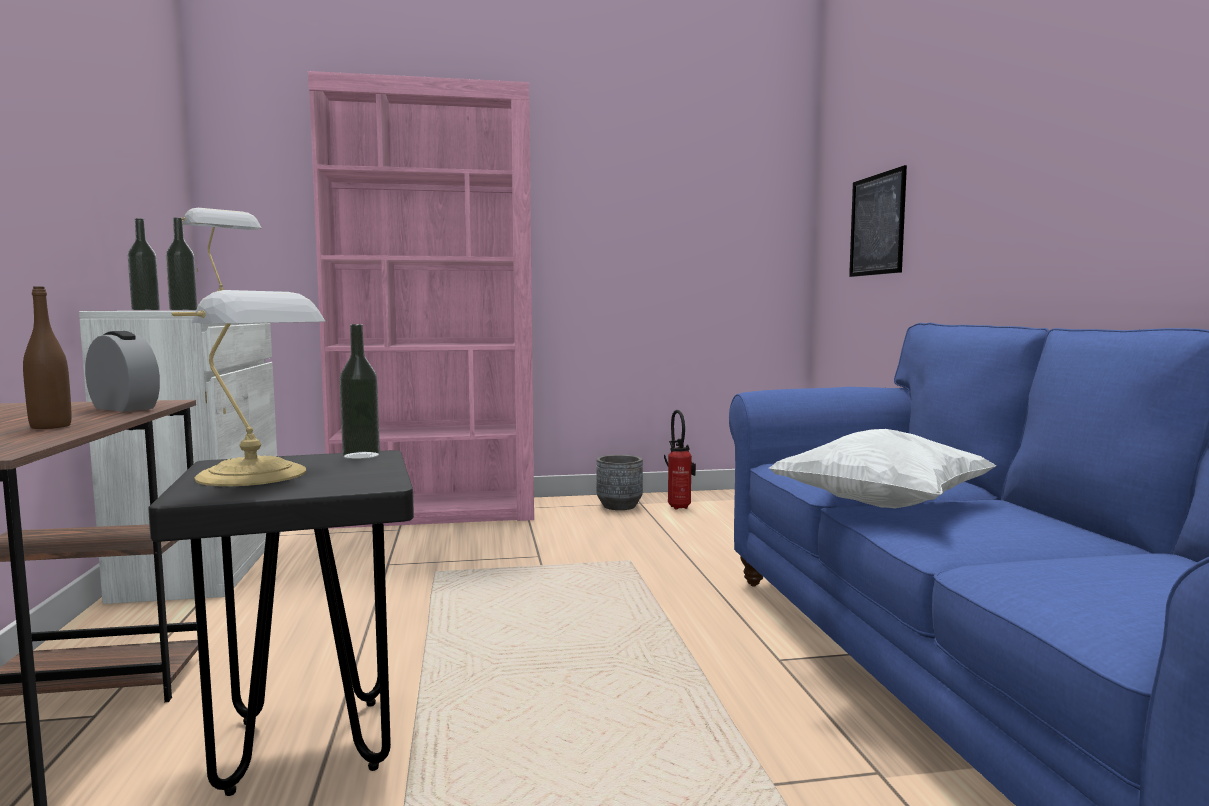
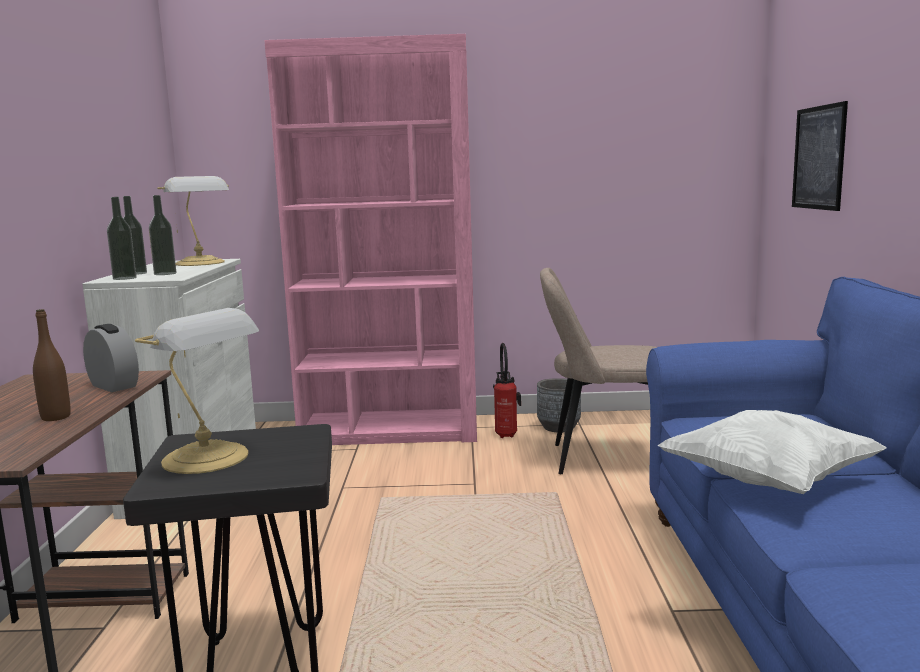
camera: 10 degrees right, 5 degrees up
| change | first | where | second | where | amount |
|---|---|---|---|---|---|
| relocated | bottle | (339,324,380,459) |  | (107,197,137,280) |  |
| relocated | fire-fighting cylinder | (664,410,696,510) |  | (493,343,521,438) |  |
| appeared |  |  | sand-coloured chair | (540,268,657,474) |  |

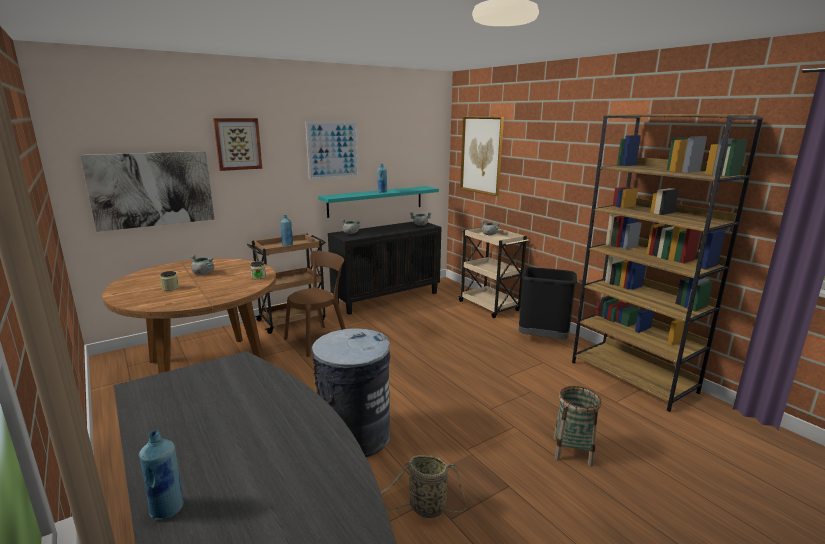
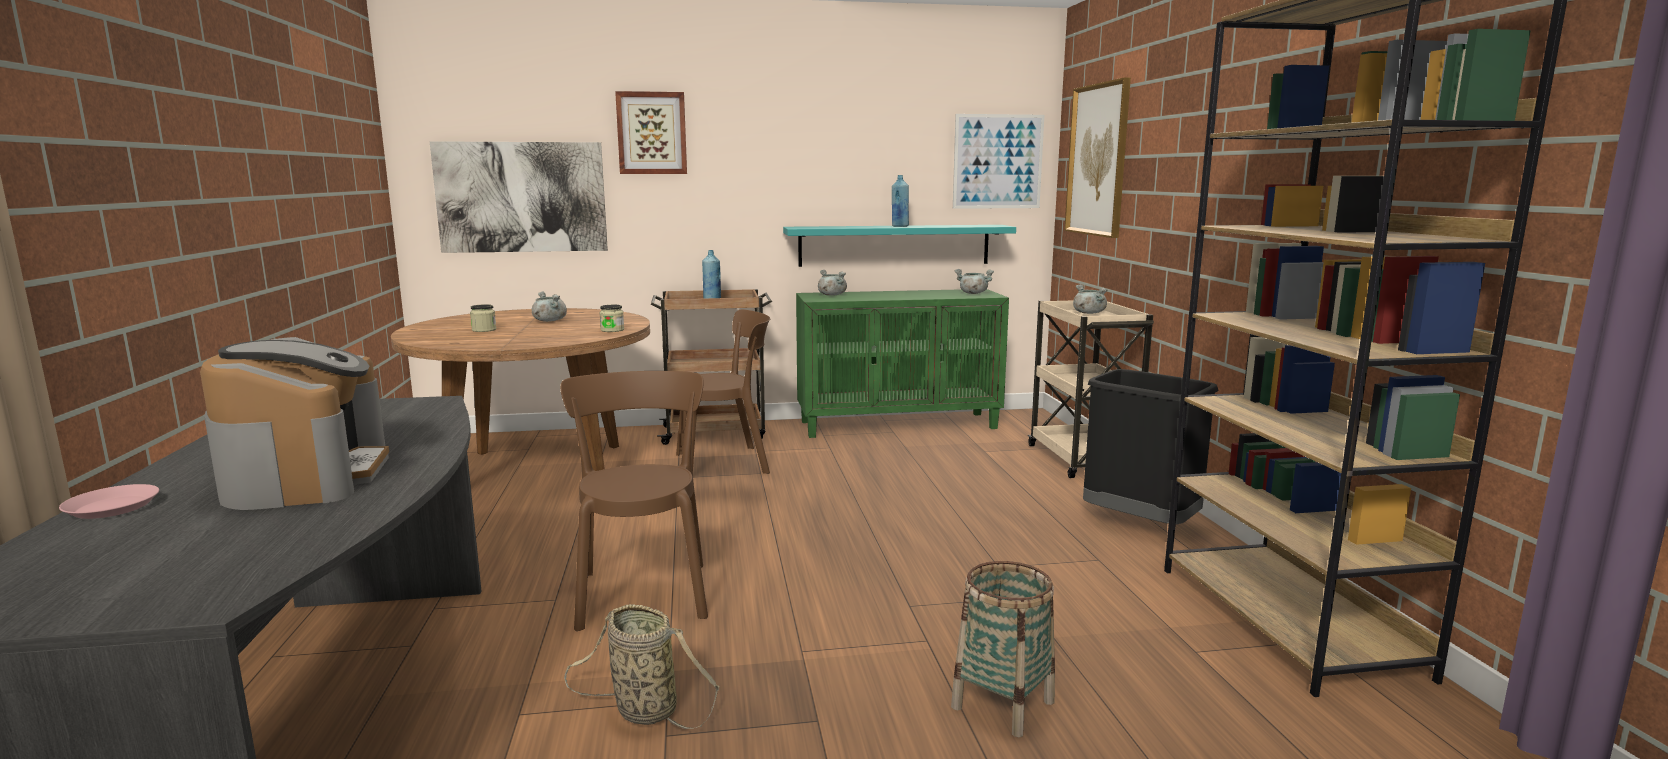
camera: 25 degrees right, 5 degrees down
| change | first | where | second | where | amount |
|---|---|---|---|---|---|
| exchanged | blue-coloured bottle | (139,431,183,520) | pink dinner plate | (59,484,159,519) |  |
| appeared |  |  | coffee machine | (200,337,389,510) |  |
| exchanged | greyish rubbish bin | (311,328,390,457) | brown chair | (560,371,708,631) |  |
| colour | blackish storage cabinet | (328,221,441,315) | green-coloured storage cabinet | (796,289,1009,438) |  |
| relocated | wall picture | (305,121,359,180) |  | (953,114,1045,209) |  |

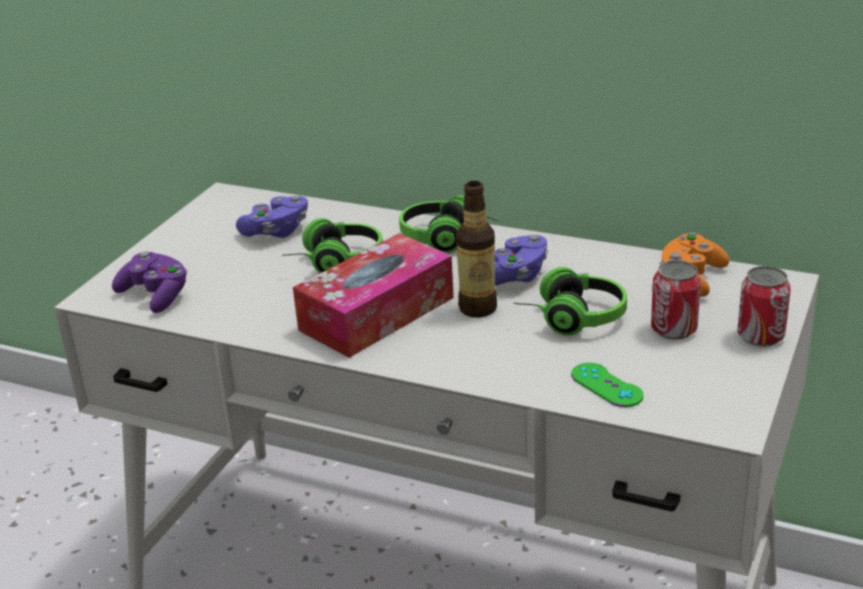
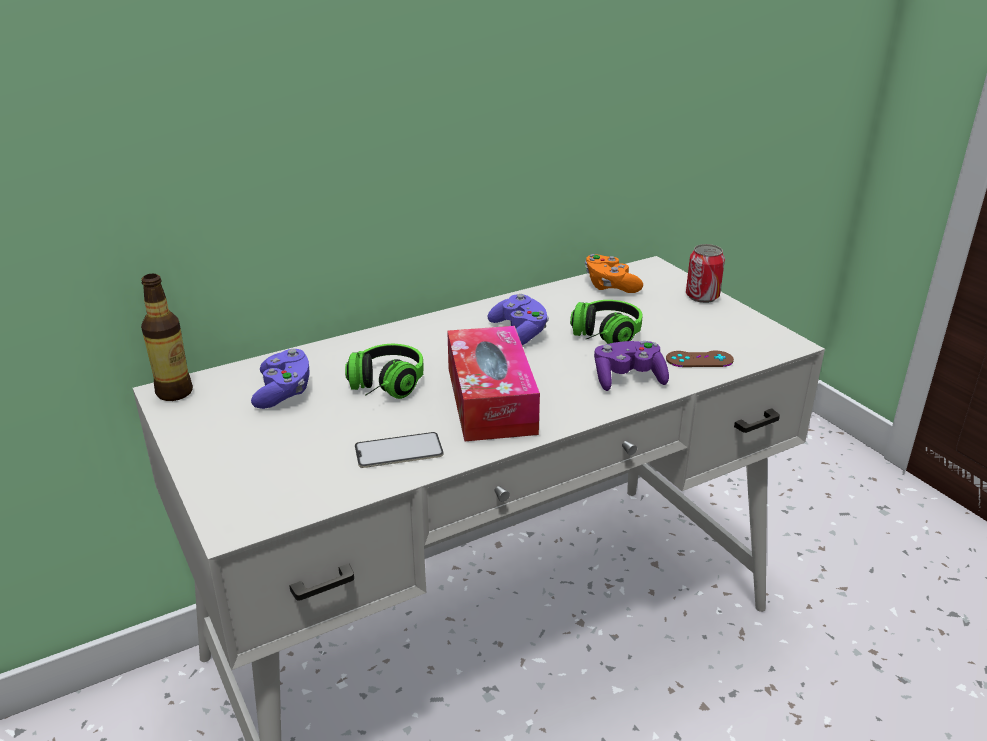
camera: 55 degrees left, 0 degrees up
| change | first | where | second | where | amount |
|---|---|---|---|---|---|
| relocated | bottle | (456,181,497,317) |  | (141,274,193,401) |  |
| appeared |  |  | phone | (355,432,444,468) |  |
| relocated | purple game controller | (112,251,187,313) |  | (594,341,669,391) |  |
| colour | green-coloured game controller | (571,363,644,407) | brown game controller | (666,351,734,367) |  |
| missing | headphones | (399,194,499,254) |  |  |  |
| missing | can | (651,260,701,340) |  |  |  |

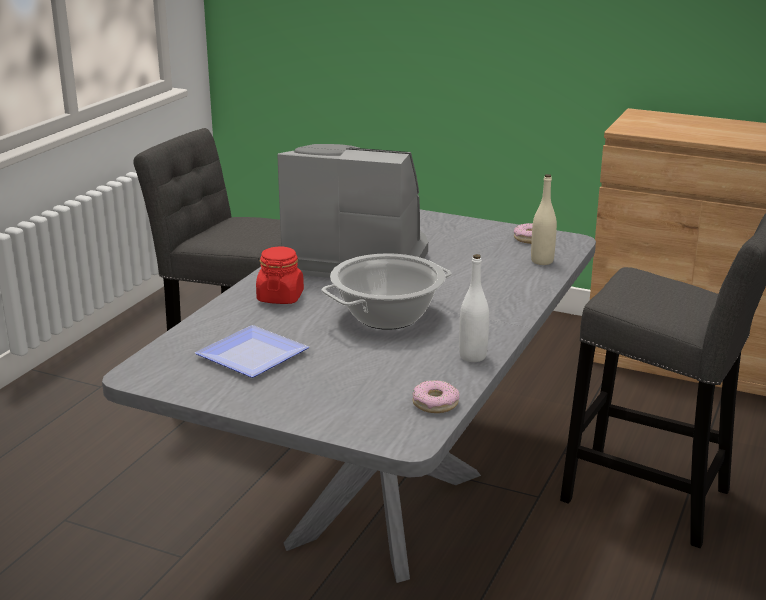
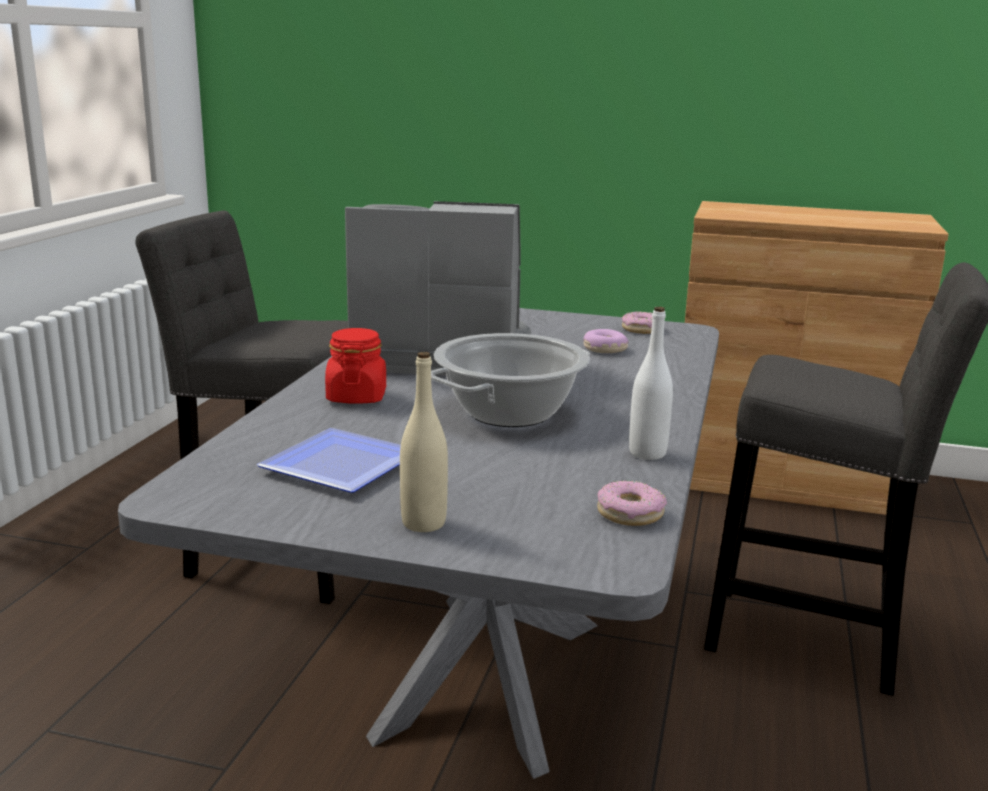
camera: 10 degrees left, 5 degrees down
| change | first | where | second | where | amount |
|---|---|---|---|---|---|
| relocated | sand-coloured bottle | (531,174,557,265) |  | (400,352,448,532) |  |
| appeared |  |  | ring doughnut | (583,329,629,353) |  |

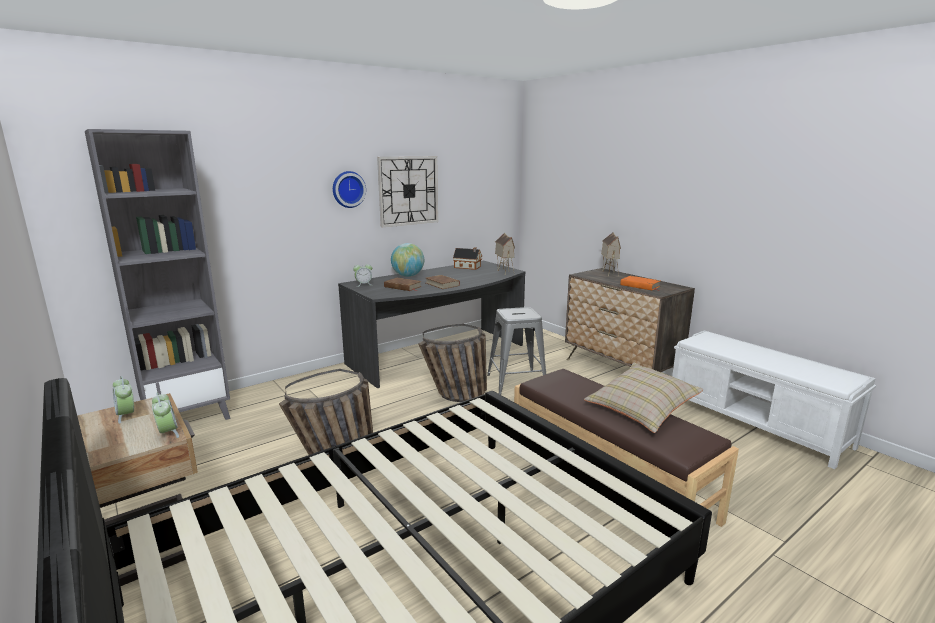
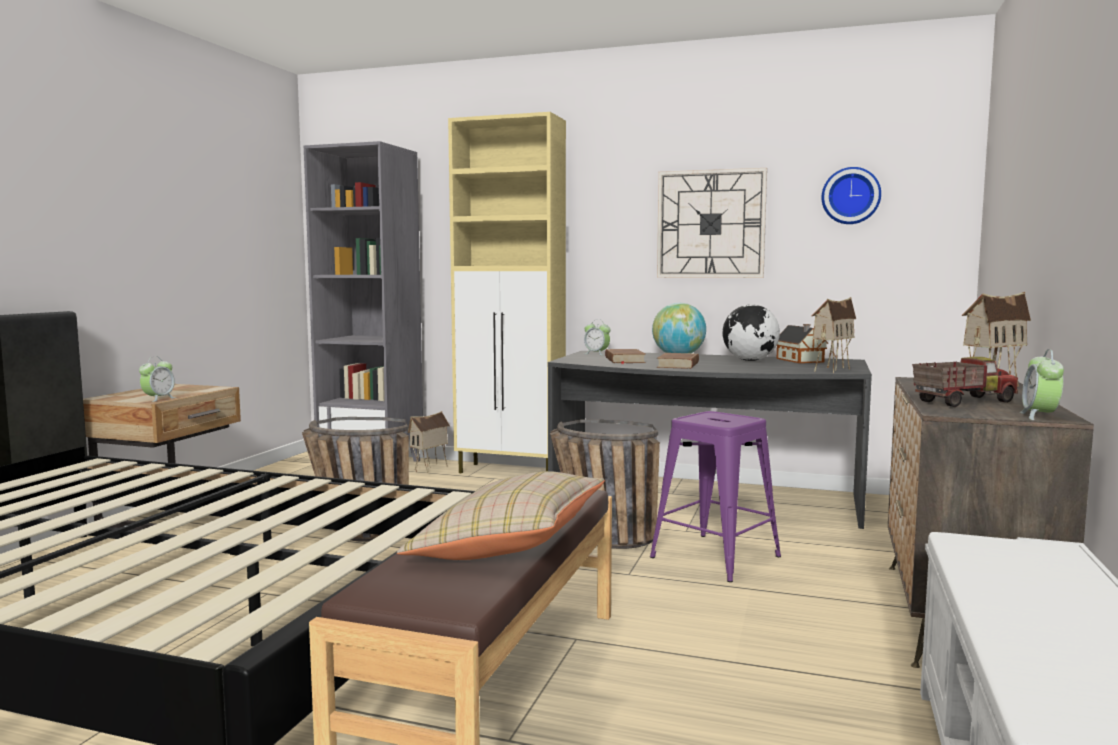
camera: 55 degrees right, 10 degrees down
| change | first | where | second | where | amount |
|---|---|---|---|---|---|
| appeared |  |  | model house | (408,411,450,473) |  |
| appeared |  |  | sand-coloured storage cabinet | (448,112,566,473) |  |
| colour | greyish stool | (487,307,546,395) | purple stool | (650,411,781,582) |  |
| appeared |  |  | globe | (723,304,780,361) |  |
| relocated | wall clock | (333,171,366,208) |  | (822,167,881,224) |  |
| exchanged | orangey bound book | (620,276,661,291) | toy truck | (912,357,1018,407) |  |
| relocated | bedside clock | (113,376,134,424) |  | (1020,349,1064,420) |  |

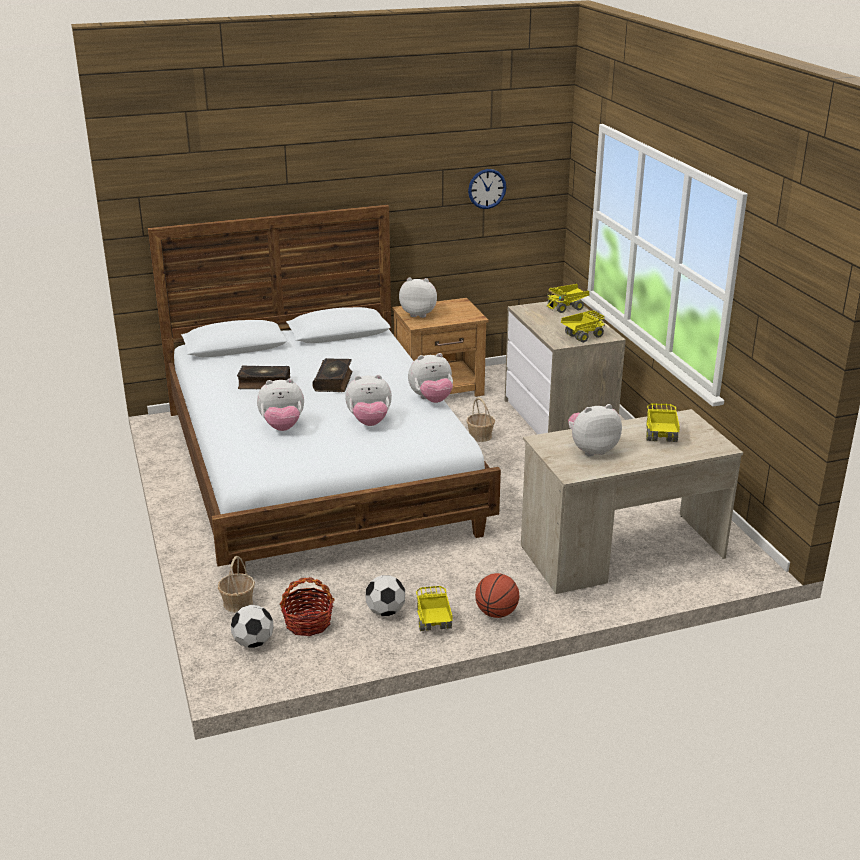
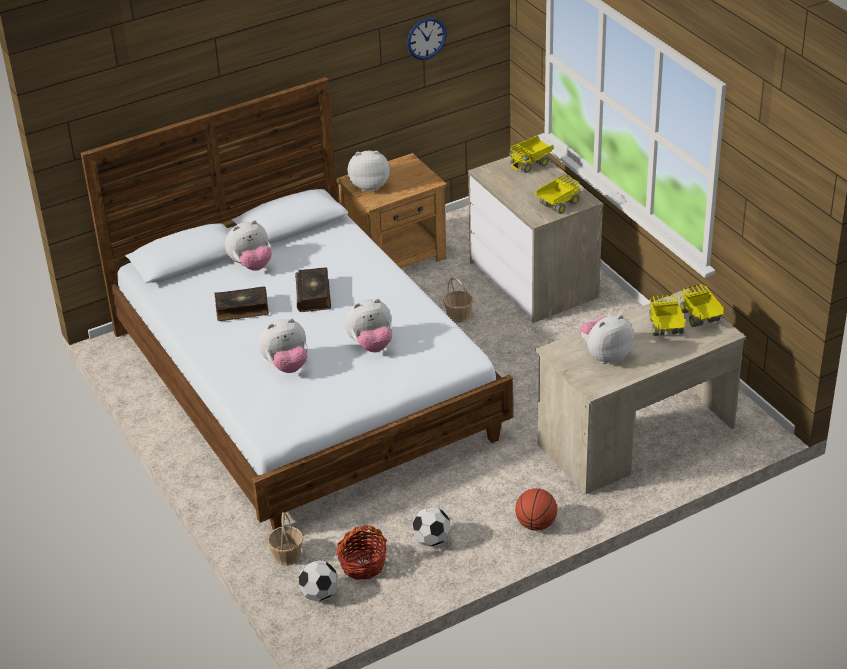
camera: 10 degrees left, 10 degrees up
| change | first | where | second | where | amount |
|---|---|---|---|---|---|
| relocated | soft toy | (408,353,453,403) |  | (225,220,272,271) |  |
| relocated | toy truck | (416,586,453,631) |  | (680,284,724,327) |  |

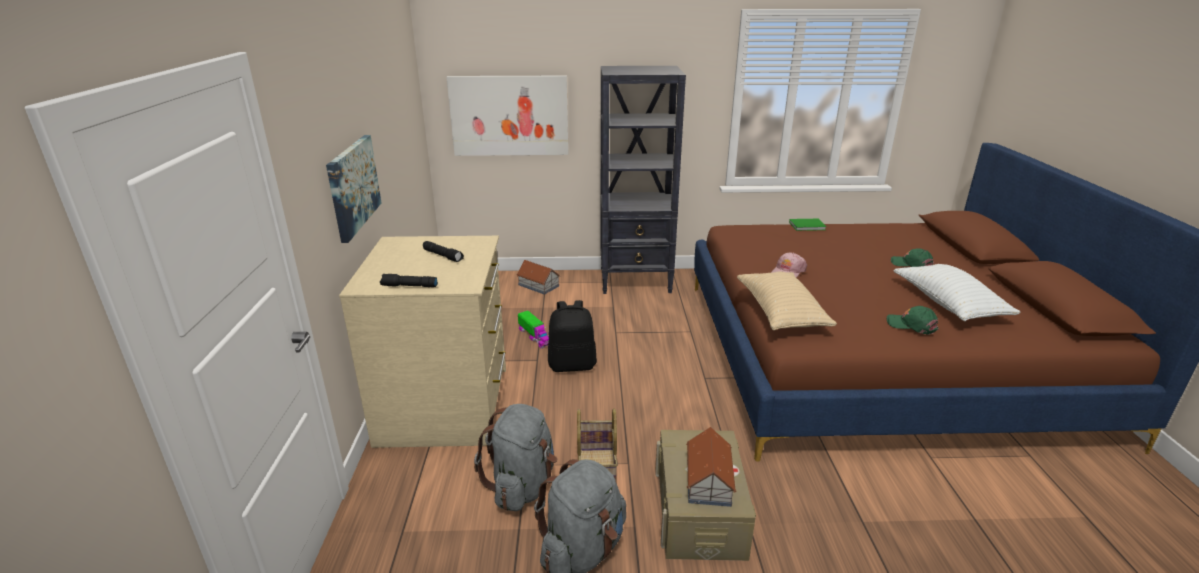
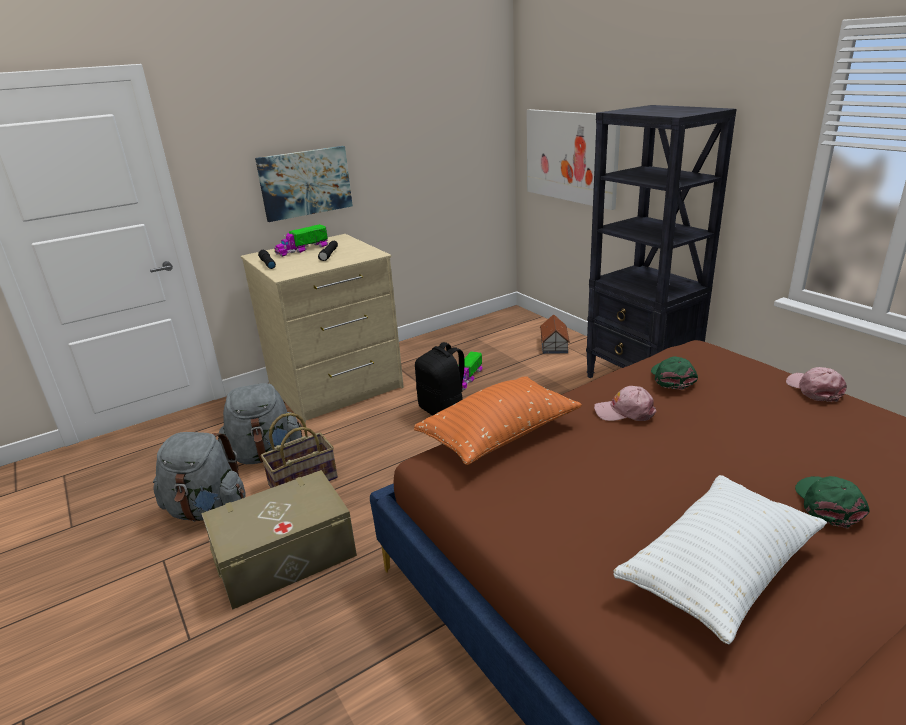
camera: 60 degrees right, 0 degrees up
| change | first | where | second | where | amount |
|---|---|---|---|---|---|
| appeared |  |  | toy truck | (274,224,328,257) |  |
| colour | sand-coloured cushion | (737,271,837,330) | orangey cushion | (414,376,582,465) |  |
| relocated | green-coloured peaked cap | (887,306,939,335) |  | (651,356,698,390) |  |
| exchanged | green-coloured bound book | (789,219,826,231) | pink peaked cap | (786,367,847,402) |  |
| missing | model house | (686,427,736,507) |  |  |  |

